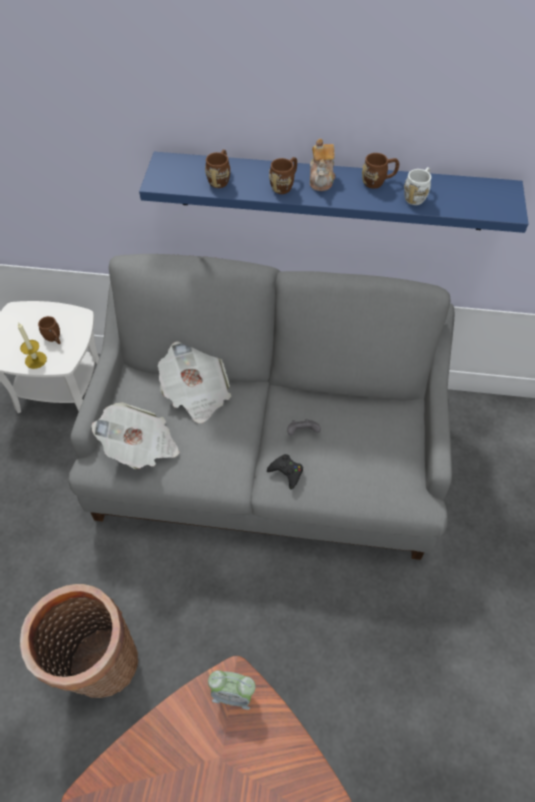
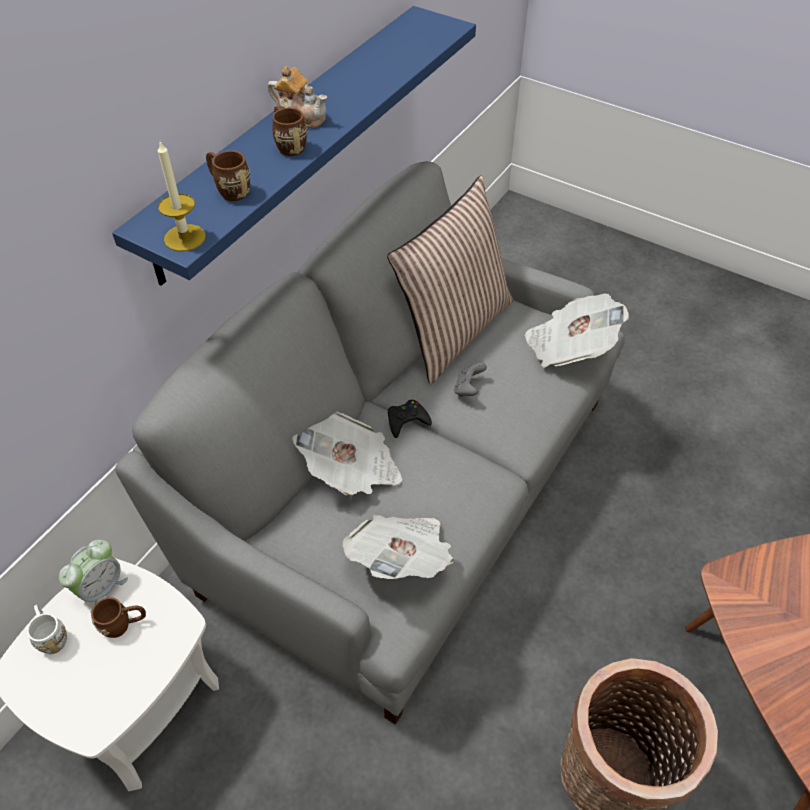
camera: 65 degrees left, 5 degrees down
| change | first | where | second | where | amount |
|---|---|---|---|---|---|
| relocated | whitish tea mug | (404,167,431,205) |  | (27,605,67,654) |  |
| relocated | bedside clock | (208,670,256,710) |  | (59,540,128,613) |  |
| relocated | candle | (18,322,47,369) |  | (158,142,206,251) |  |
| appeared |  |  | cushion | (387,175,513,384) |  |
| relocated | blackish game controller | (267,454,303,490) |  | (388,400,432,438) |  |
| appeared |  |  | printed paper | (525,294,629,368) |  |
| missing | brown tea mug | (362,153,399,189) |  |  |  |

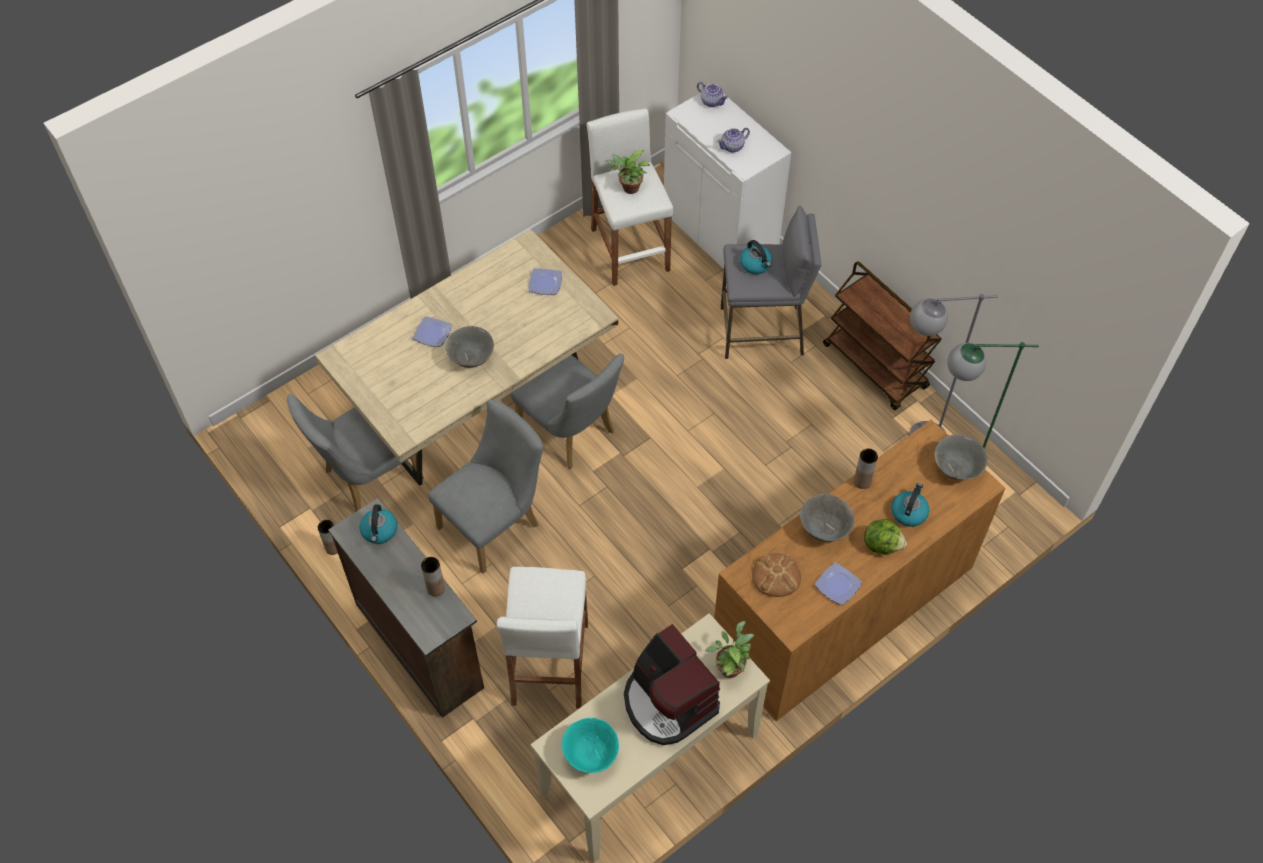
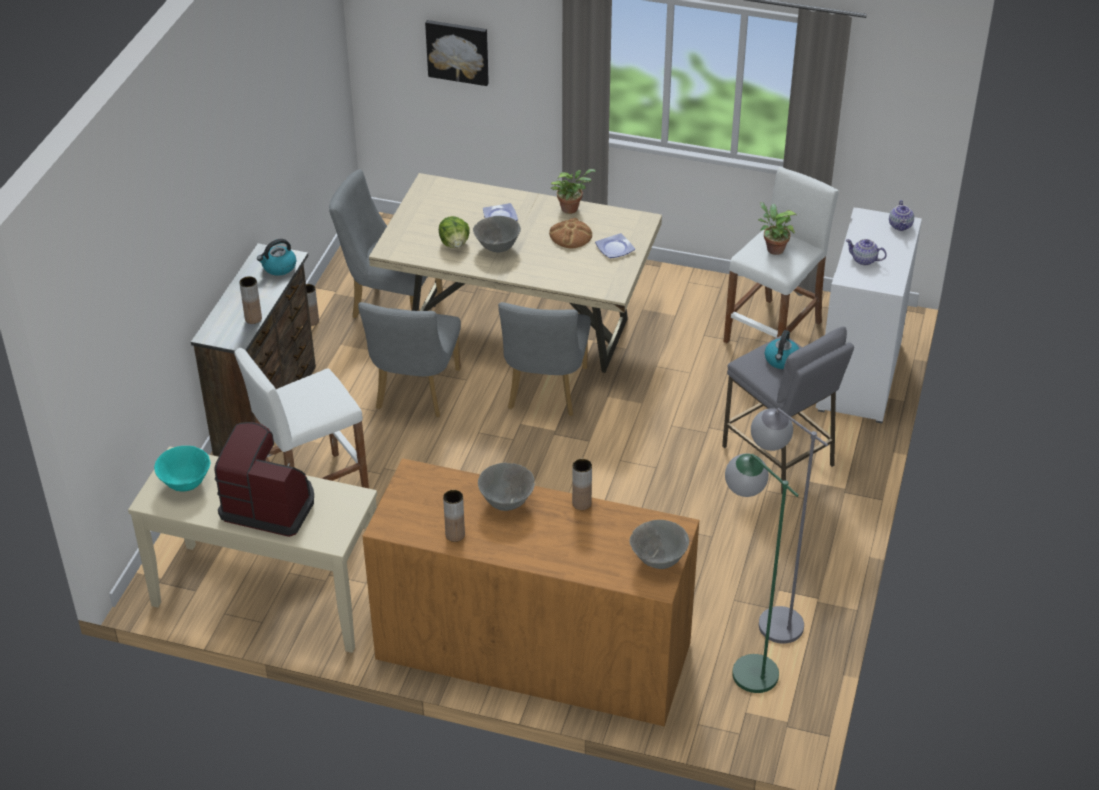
camera: 55 degrees right, 15 degrees down
| change | first | where | second | where | amount |
|---|---|---|---|---|---|
| spun | coffee machine | (624,624,720,745) |  | (214,422,314,537) | 90 degrees clockwise |
| spun | greyish chair | (428,399,543,574) |  | (358,302,461,417) | 90 degrees clockwise |
| appeared |  |  | wall picture | (425,20,489,86) |  |
| relocated | lettuce head | (864,519,907,555) |  | (439,216,470,248) |  |
| exchanged | dinner plate | (815,562,862,605) | brown vase | (443,490,465,542) |  |
| relocated | baked bread | (752,553,801,597) |  | (549,218,592,248) |  |
| relocated | plant in a pot | (705,621,754,678) |  | (551,169,596,214) |  |
| missing | brown cart | (823,261,942,410) |  |  |  |
| missing | kettle | (891,483,929,527) |  |  |  |

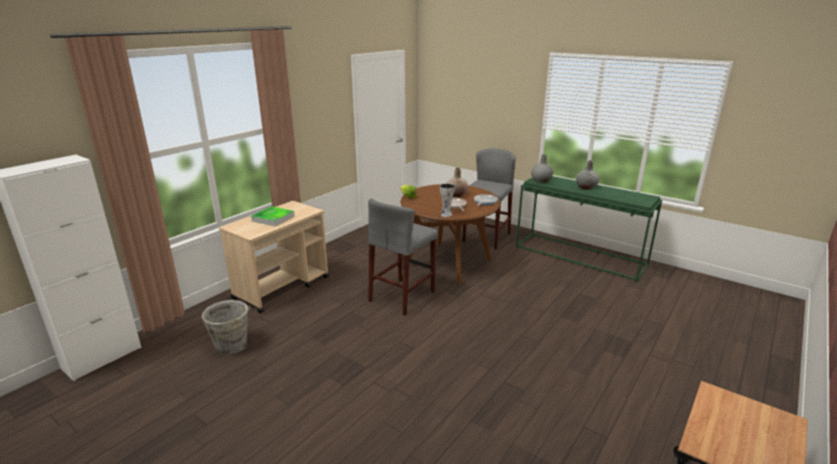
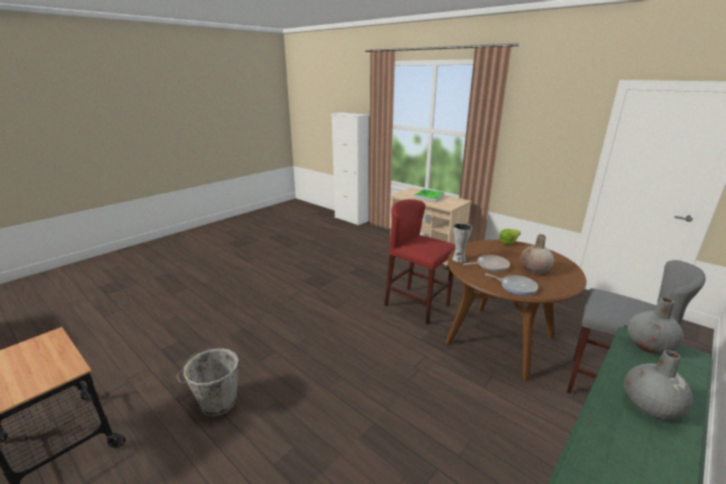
camera: 95 degrees right, 0 degrees up
| change | first | where | second | where | amount |
|---|---|---|---|---|---|
| relocated | greyish water bucket | (202,300,250,355) |  | (176,348,239,416) |  |
| colour | greyish stool | (368,198,438,315) | red-coloured stool | (384,199,455,324) |  |

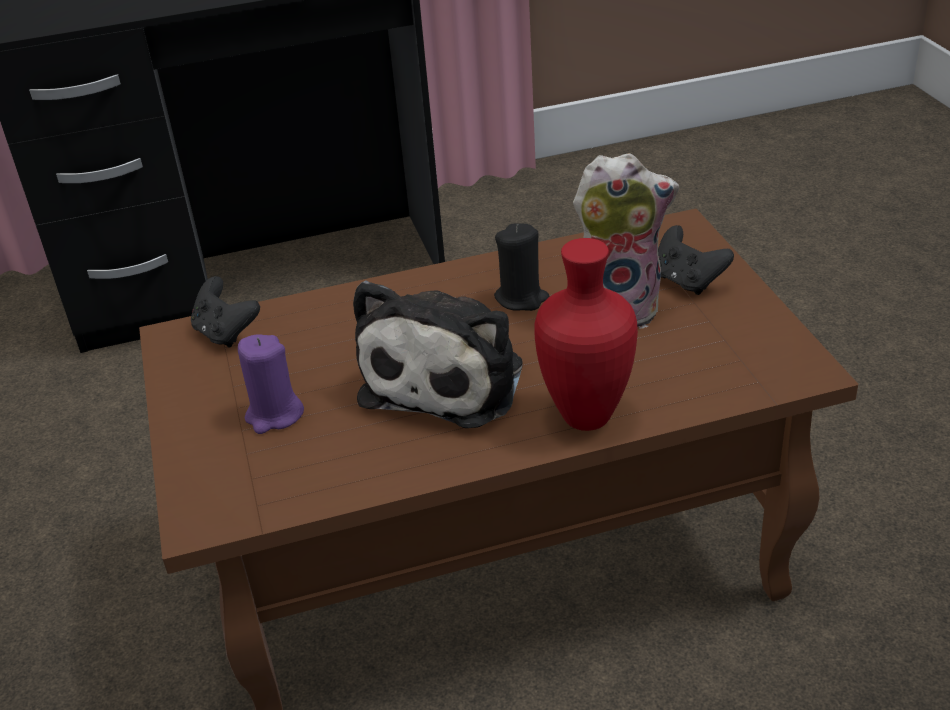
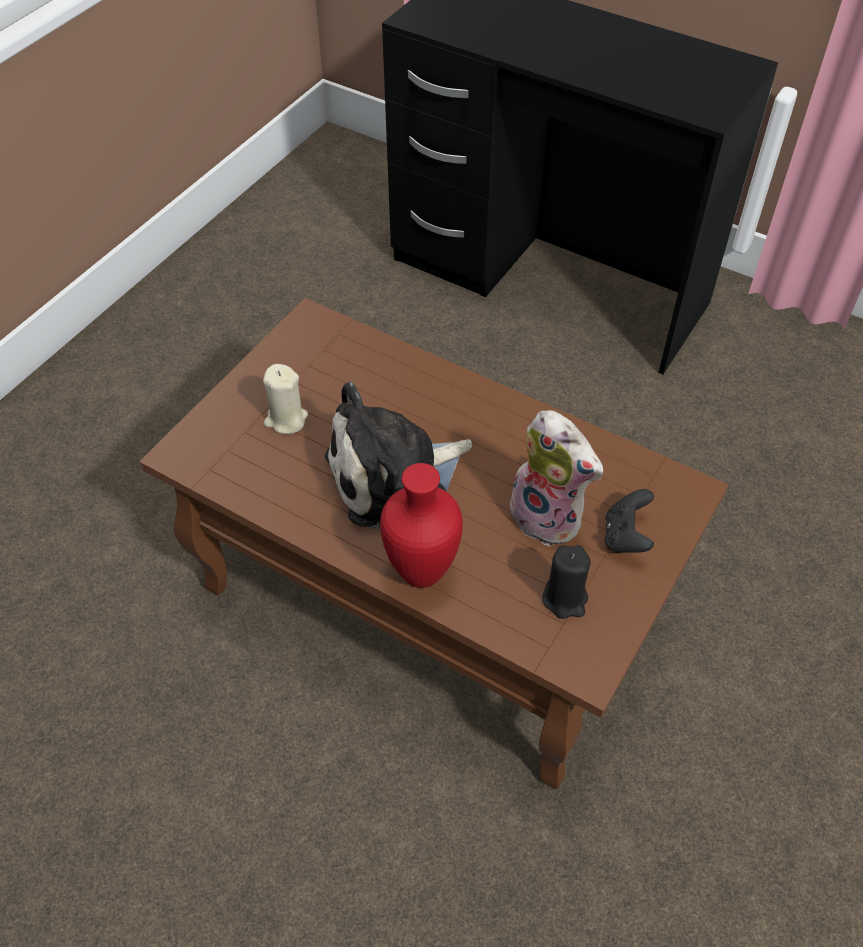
camera: 45 degrees right, 15 degrees up
| change | first | where | second | where | amount |
|---|---|---|---|---|---|
| colour | purple candle | (238,334,304,434) | sand-coloured candle | (263,364,308,434) |  |
| relocated | blackish candle | (494,224,550,311) |  | (543,545,591,619) |  |
| missing | blackish game controller | (191,276,260,348) |  |  |  |

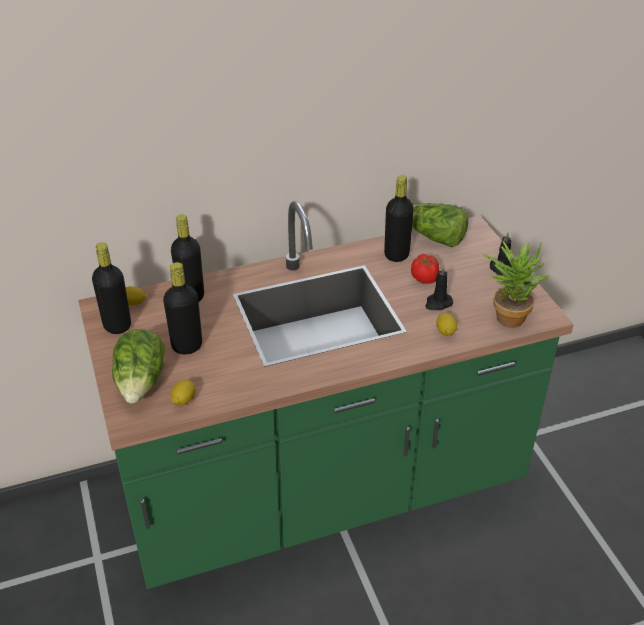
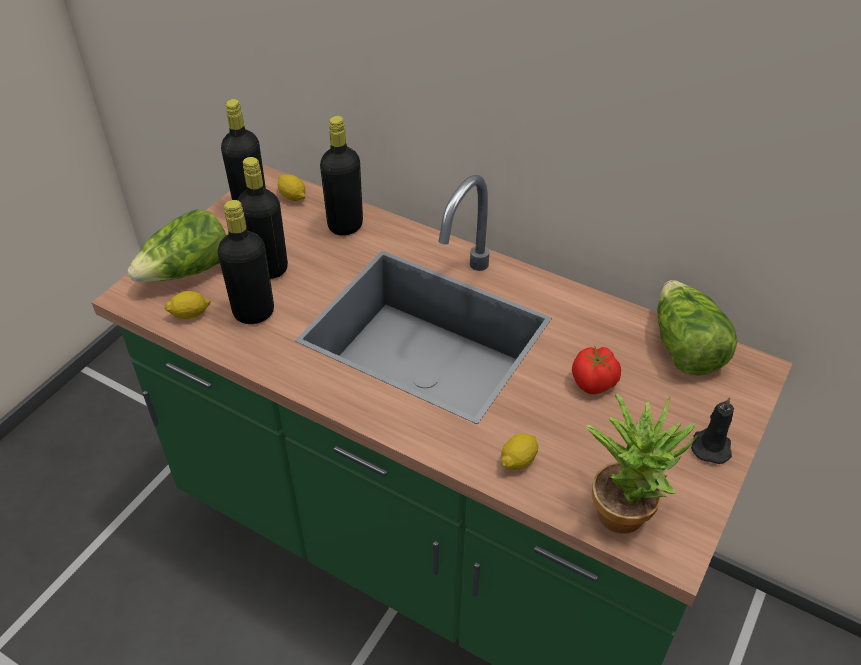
camera: 50 degrees right, 5 degrees up
| change | first | where | second | where | amount |
|---|---|---|---|---|---|
| relocated | blackish bottle | (384,175,414,262) |  | (218,200,274,324) |  |
| missing | blackish candle | (425,265,453,310) |  |  |  |

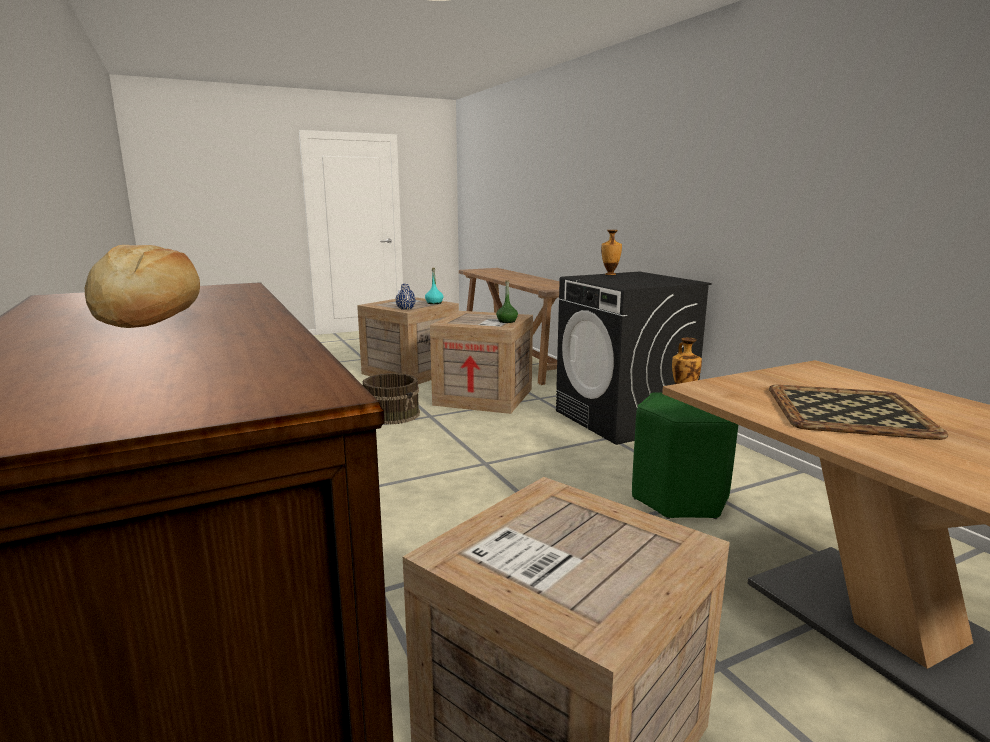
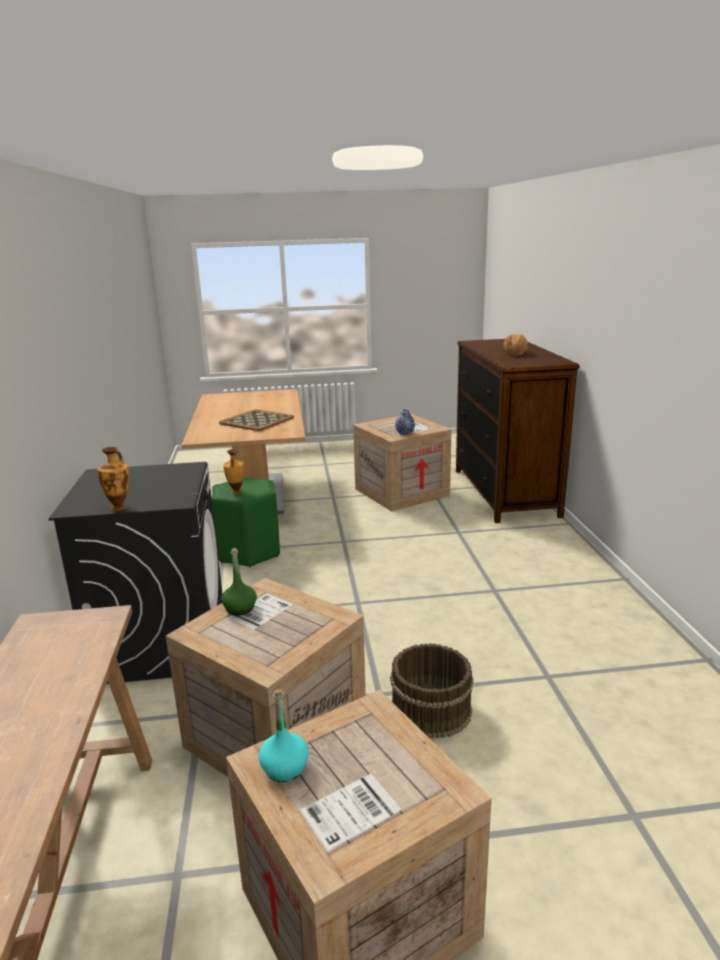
camera: 160 degrees left, 5 degrees up
| change | first | where | second | where | amount |
|---|---|---|---|---|---|
| relocated | blue-coloured vase | (395,284,415,310) |  | (395,409,415,435) |  |

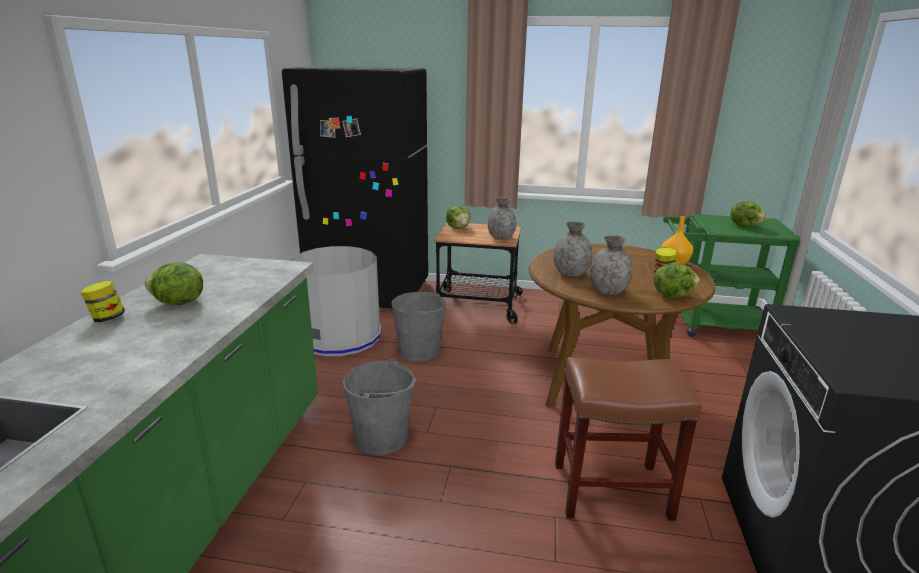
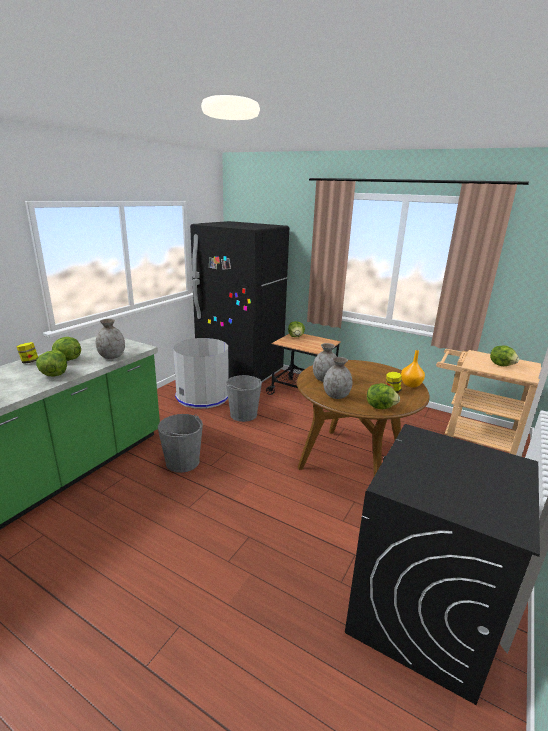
camera: 20 degrees right, 0 degrees up
| change | first | where | second | where | amount |
|---|---|---|---|---|---|
| appeared |  |  | lettuce head | (36,350,67,376) |  |
| relocated | greyish vase | (488,198,516,240) |  | (96,319,125,359) |  |
| colour | green-coloured cart | (663,214,801,337) | sand-coloured cart | (436,349,541,455) |  |
| missing | brown stool | (555,357,701,521) |  |  |  |

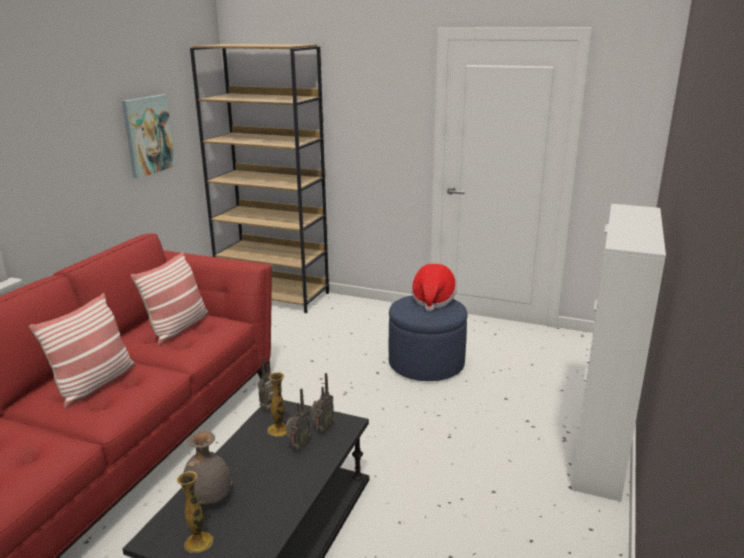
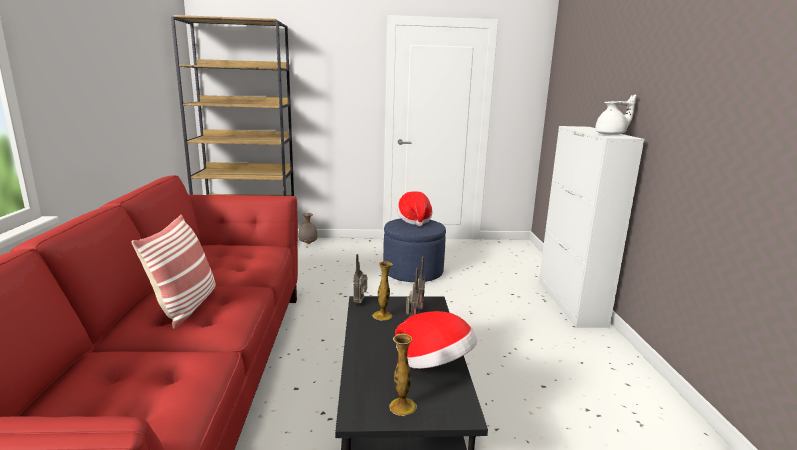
camera: 25 degrees left, 5 degrees down
| change | first | where | second | where | amount |
|---|---|---|---|---|---|
| relocated | greyish vase | (182,431,232,504) |  | (298,213,318,244) |  |
| appeared |  |  | clothing hat | (395,311,477,369) |  |
| appeared |  |  | whitish pot for tea | (595,94,636,135) |  |
| missing | wall picture | (122,94,176,178) |  |  |  |
| missing | cushion | (131,252,209,345) |  |  |  |

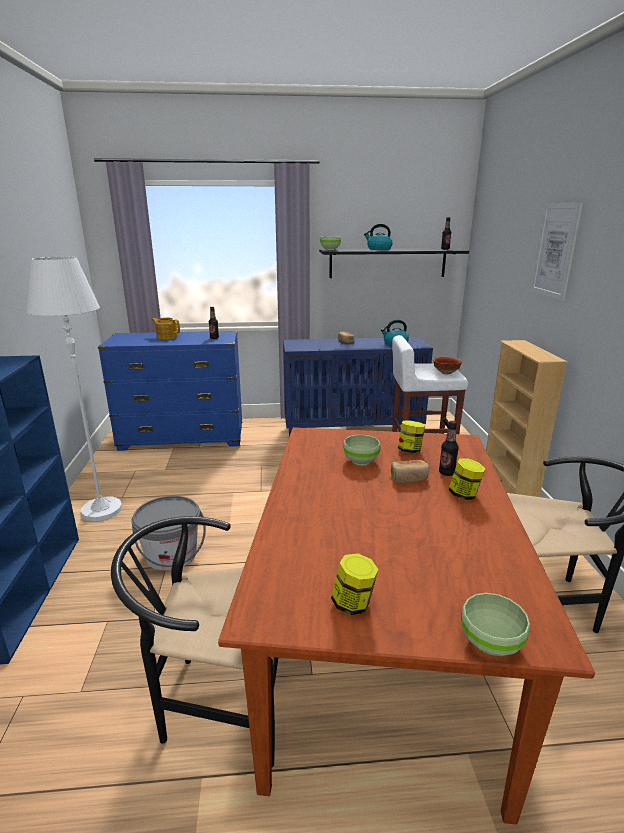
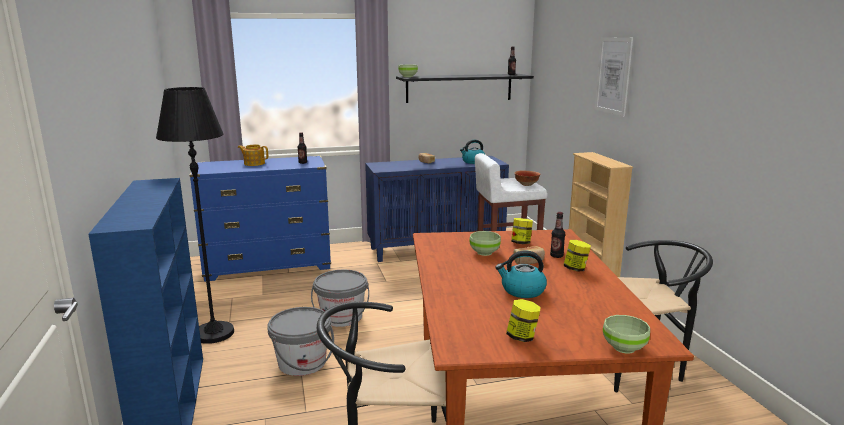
camera: 10 degrees left, 5 degrees down
| change | first | where | second | where | amount |
|---|---|---|---|---|---|
| colour | whitish floor lamp | (26,256,122,521) | blackish floor lamp | (156,87,234,344) |  |
| appeared |  |  | greyish water bucket | (311,270,369,327) |  |
| relocated | kettle | (364,224,393,250) |  | (496,250,547,298) |  |

